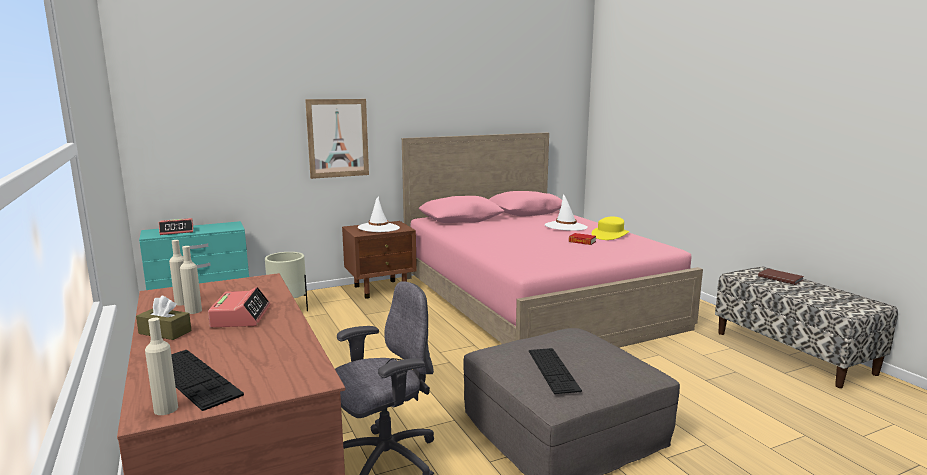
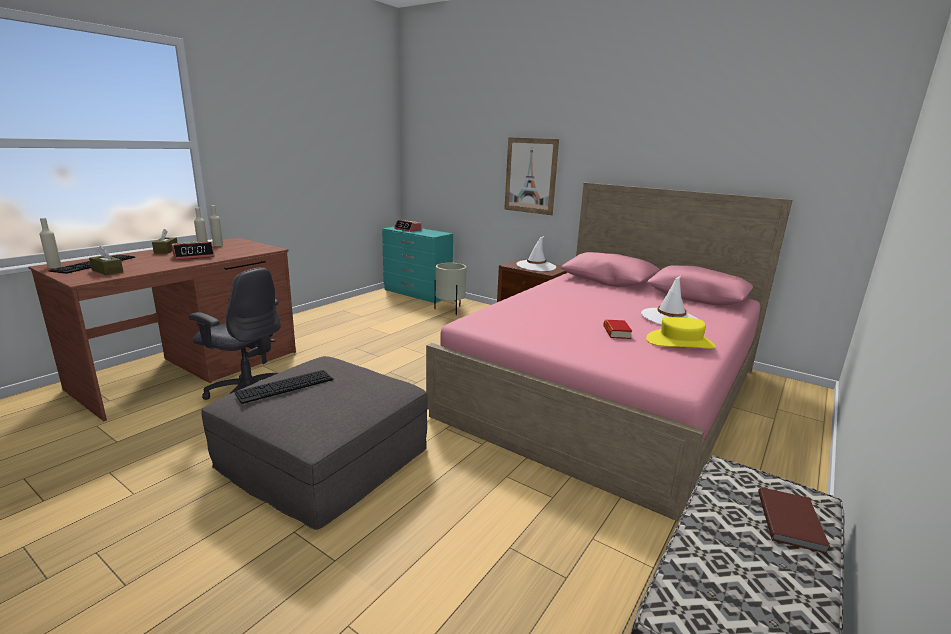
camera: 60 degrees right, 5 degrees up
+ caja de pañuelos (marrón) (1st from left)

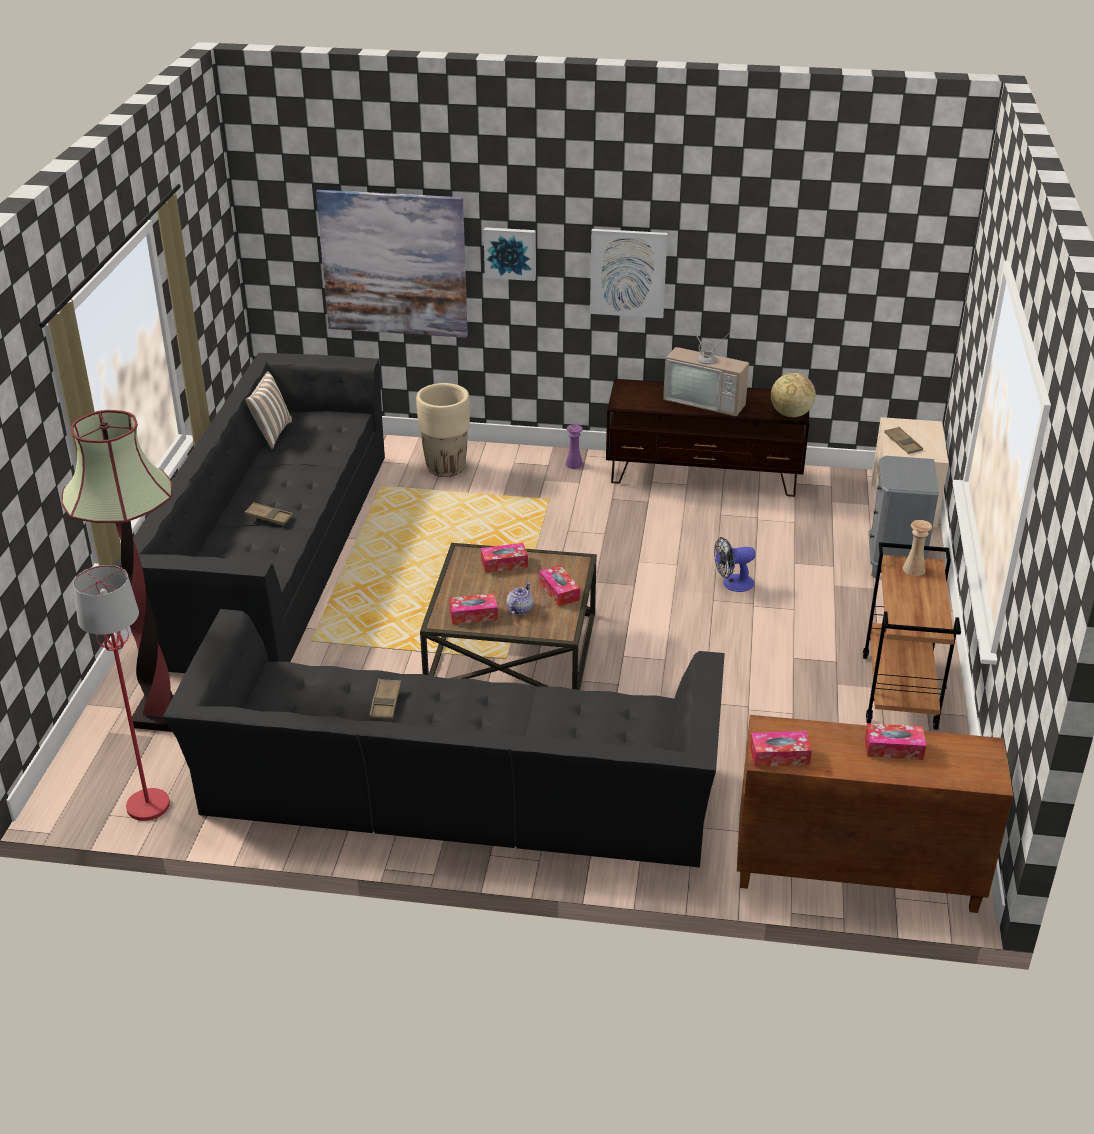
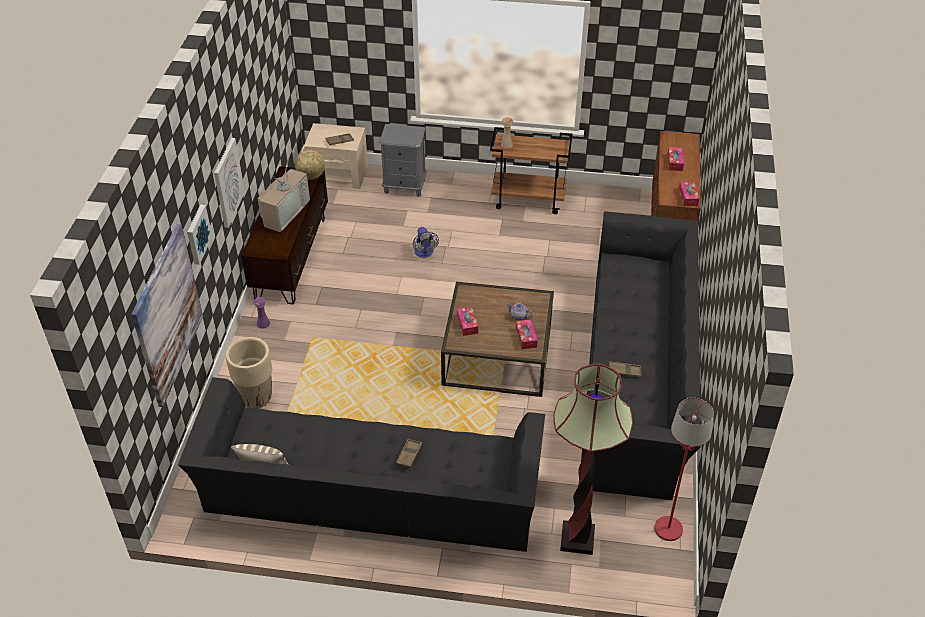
camera: 90 degrees left, 10 degrees up
- caja de pañuelos (3rd from left)

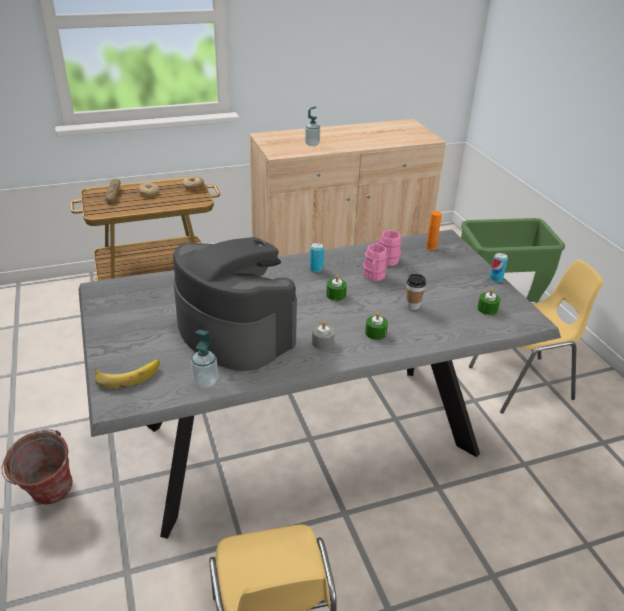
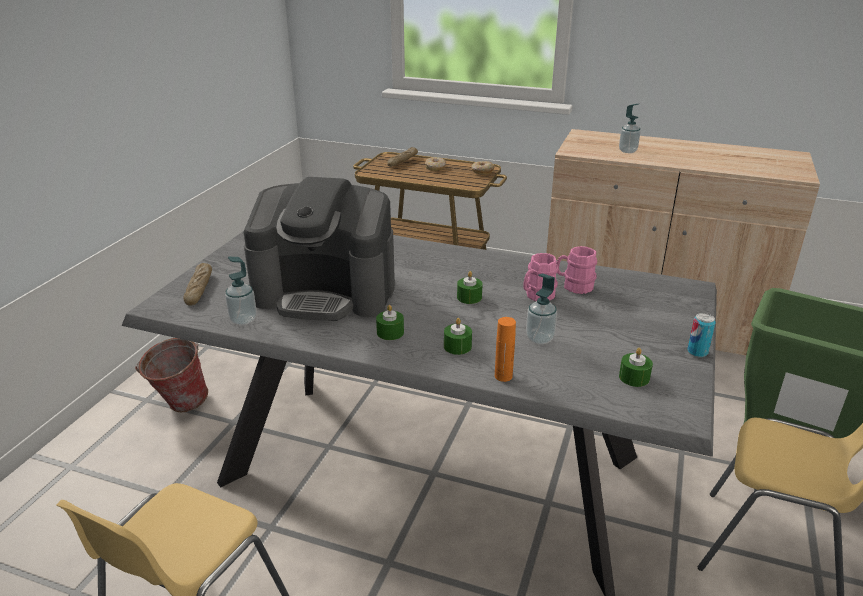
camera: 40 degrees right, 5 degrees down
~ botella (naranja)
~ cafetera 105 degrees clockwise
- lata (1st from left)
~ taza to dispensador de jabón (2nd from left)
~ vela (gris) to vela (verde) (1st from left)
~ plátano to pan (1st from left)

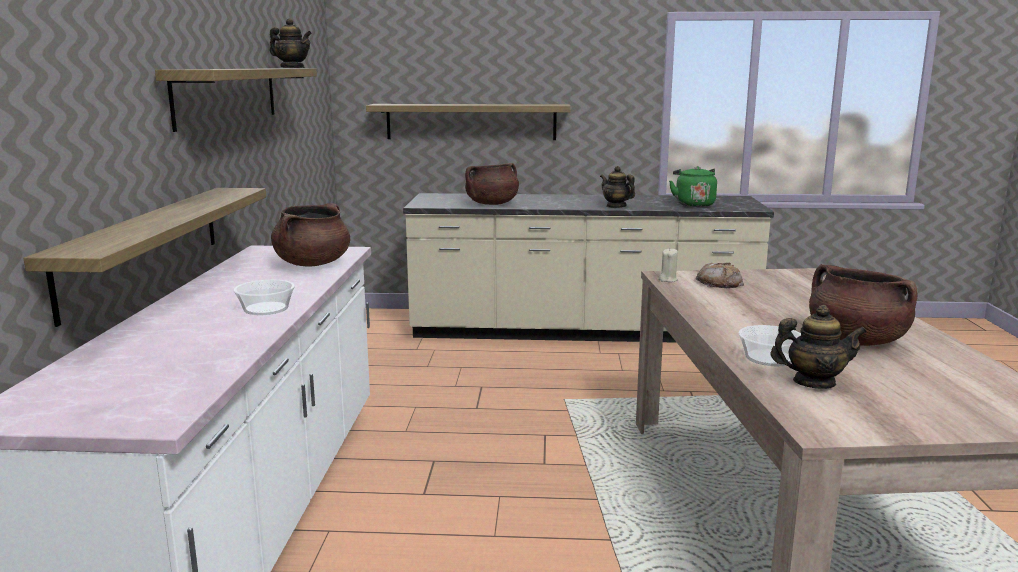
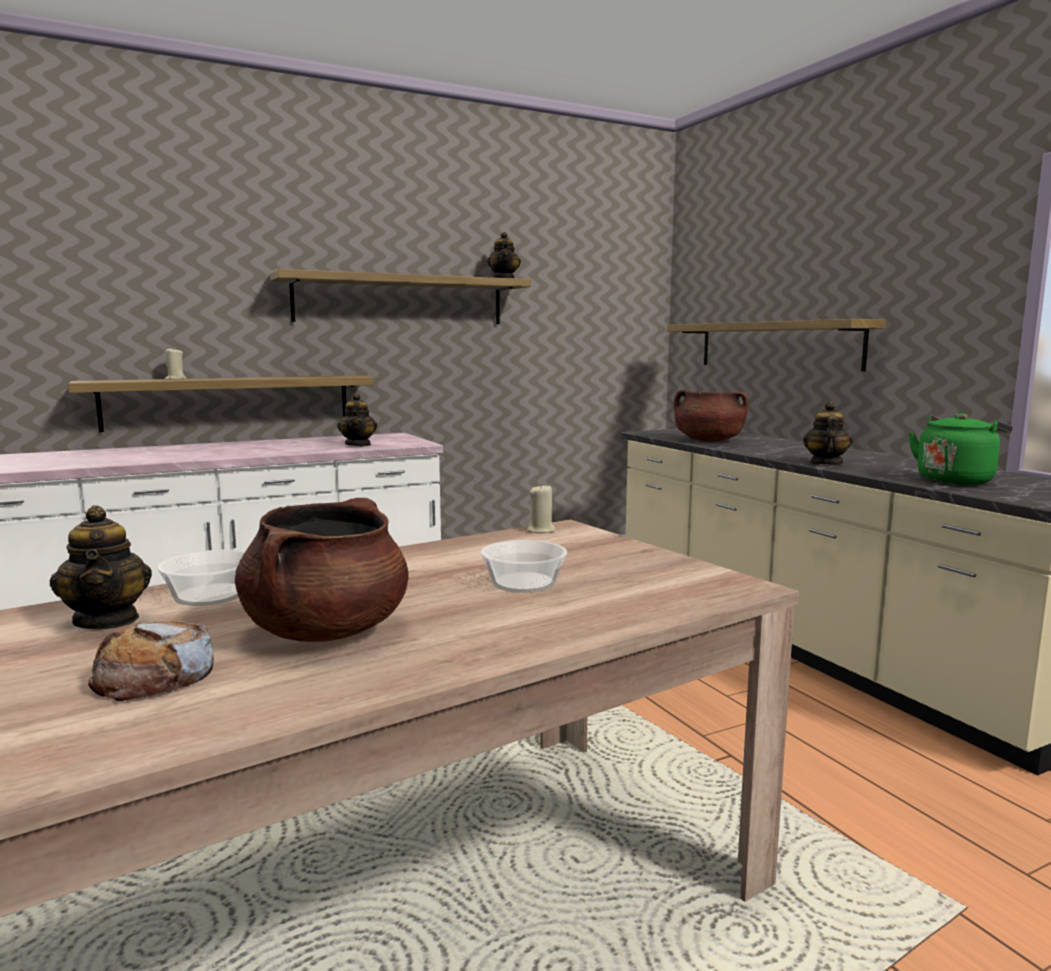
camera: 60 degrees right, 5 degrees down
~ olla (marrón) (1st from left) to tetera (2nd from left)
~ pan
~ cuenco (1st from left in the first image) to cuenco (2nd from left)
+ vela (beis) (1st from left)

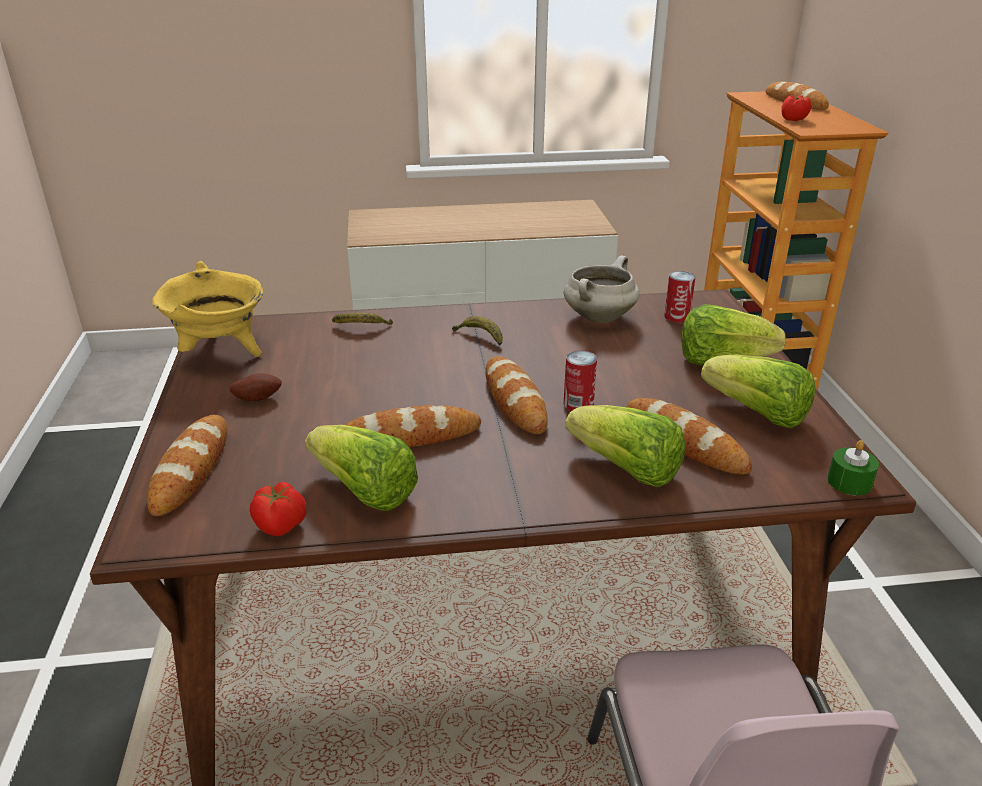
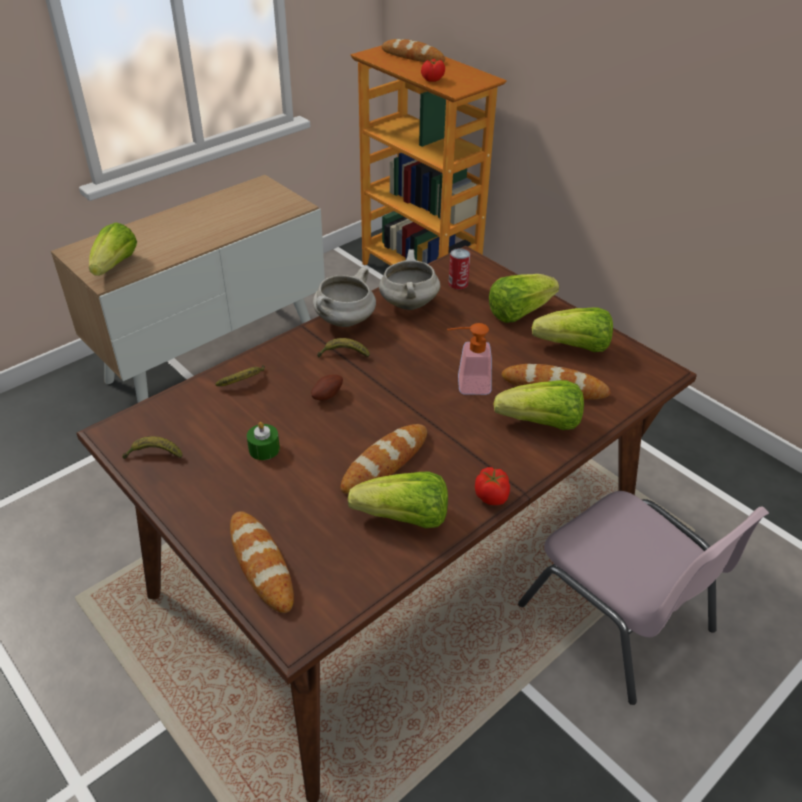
camera: 35 degrees left, 10 degrees up
~ olla (amarillo) to plátano (1st from left)
~ lata (1st from left) to dispensador de jabón
- pan (3rd from left)
~ patata
~ vela (verde)
~ tomate (1st from left in the first image) to tomate (2nd from left)
+ lechuga (1st from left)
+ olla (blanco) (1st from left)

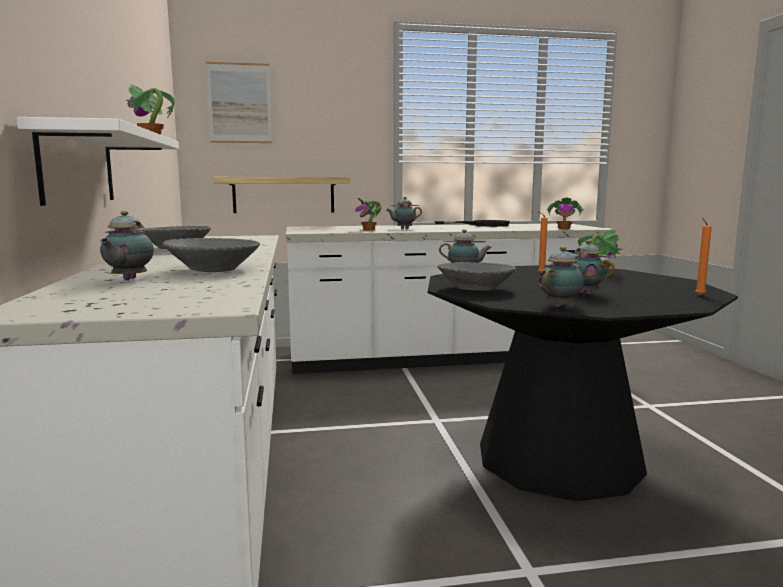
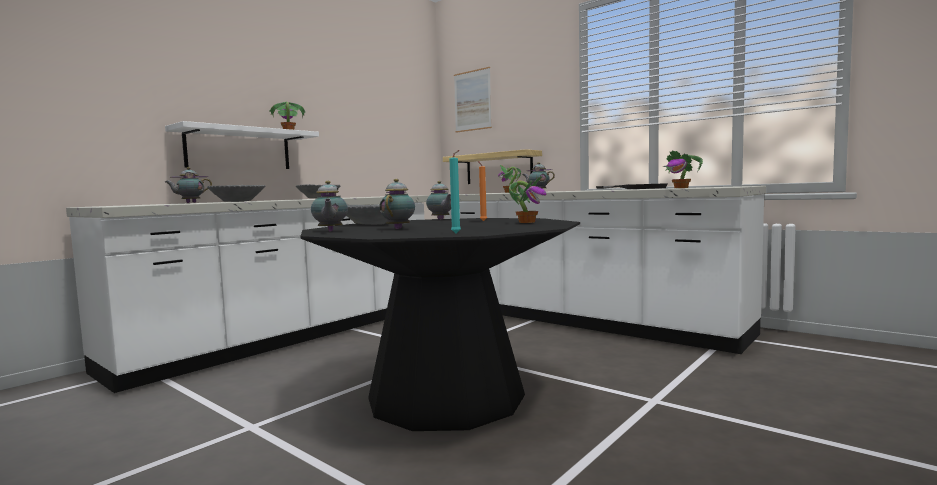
camera: 50 degrees right, 5 degrees down
~ vela (naranja) (2nd from left) to vela (turquesa)
~ tetera (4th from left in the first image) 75 degrees clockwise

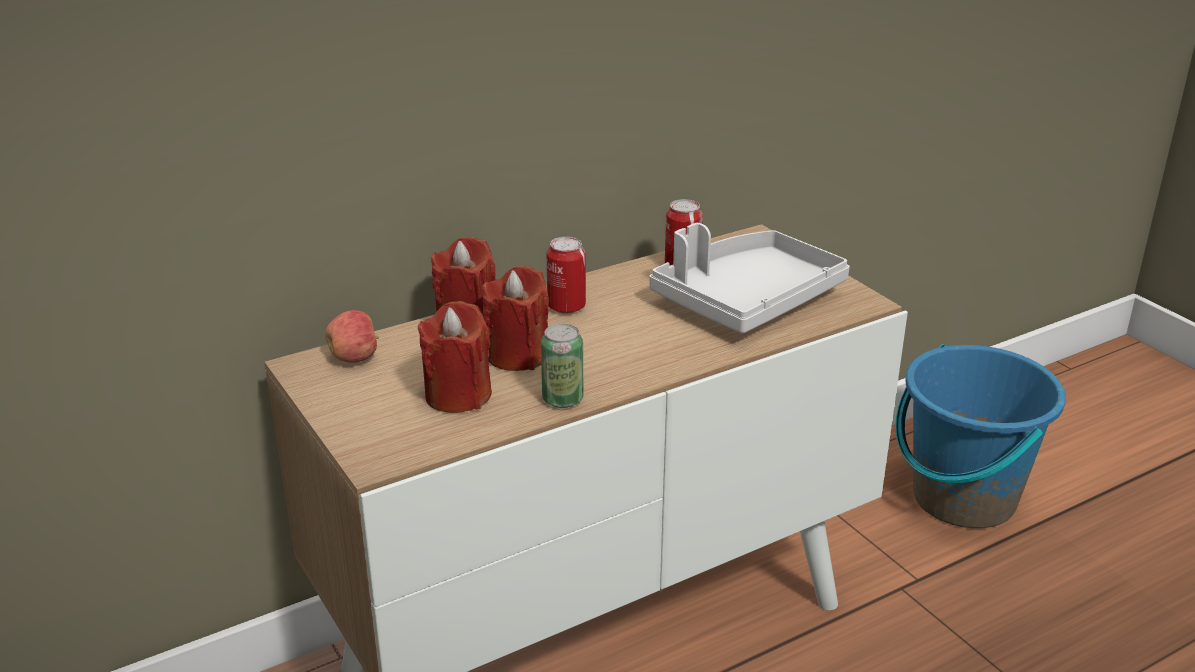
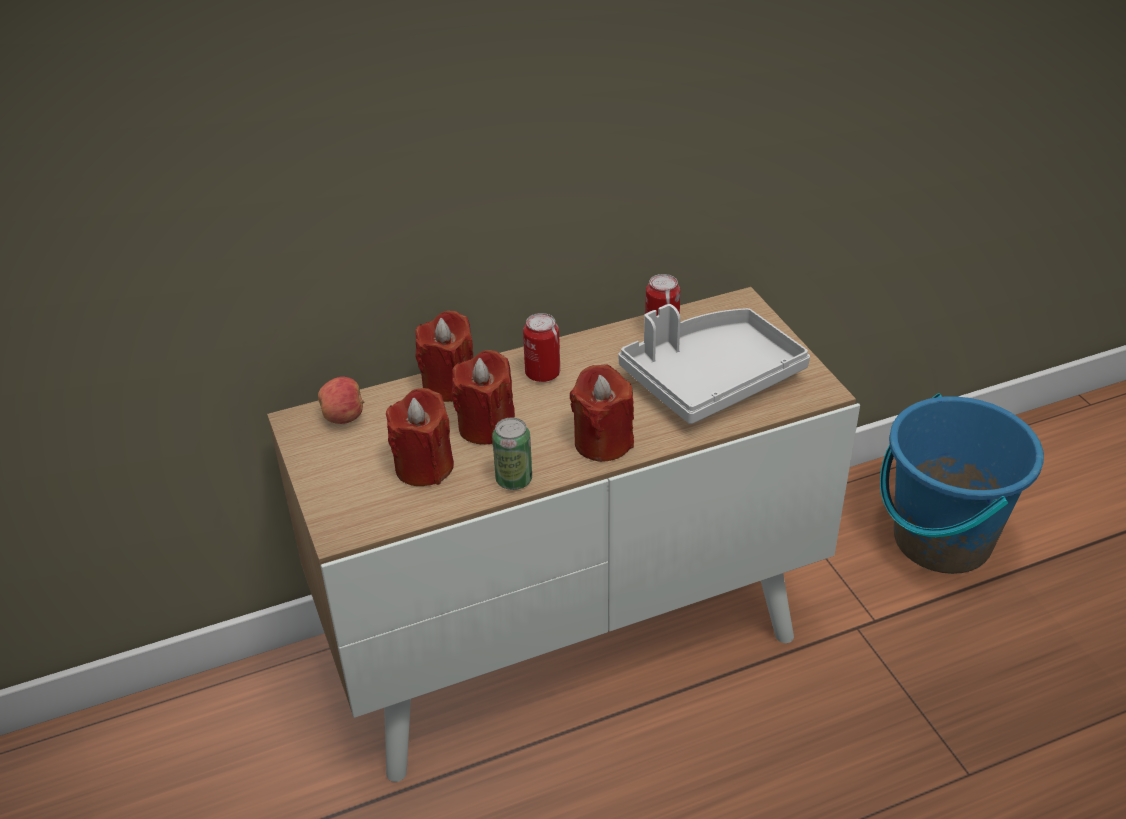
camera: 10 degrees right, 10 degrees up
+ vela (rojo) (4th from left)

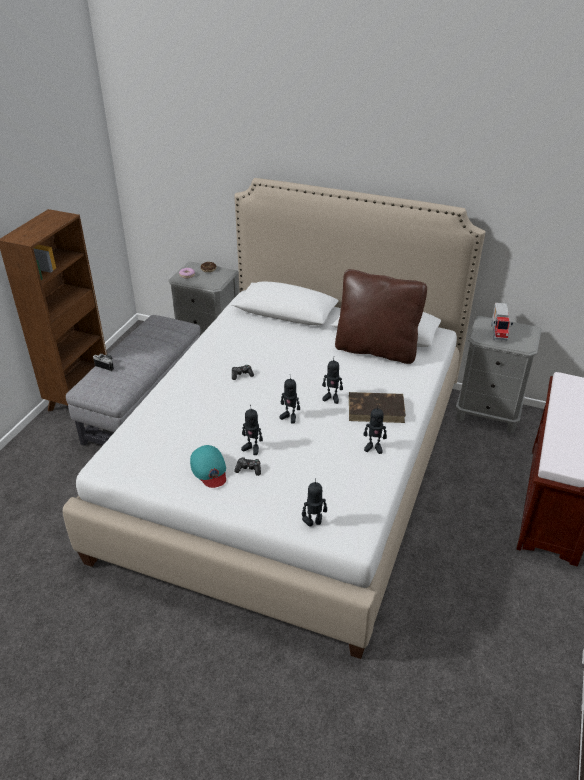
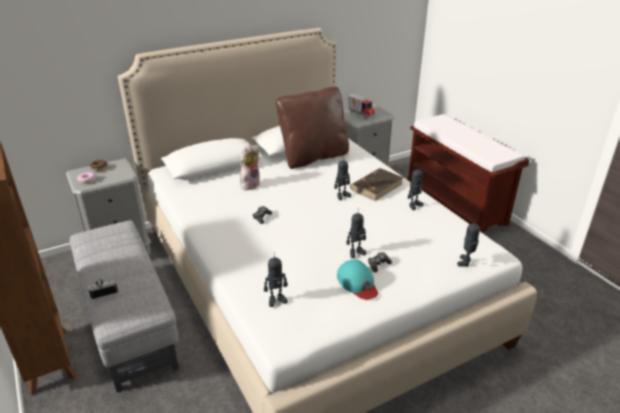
camera: 50 degrees left, 5 degrees down
~ robot de juguete (2nd from left in the first image) to robot de juguete (1st from left)
~ gorra (turquesa) 45 degrees clockwise
+ peluche

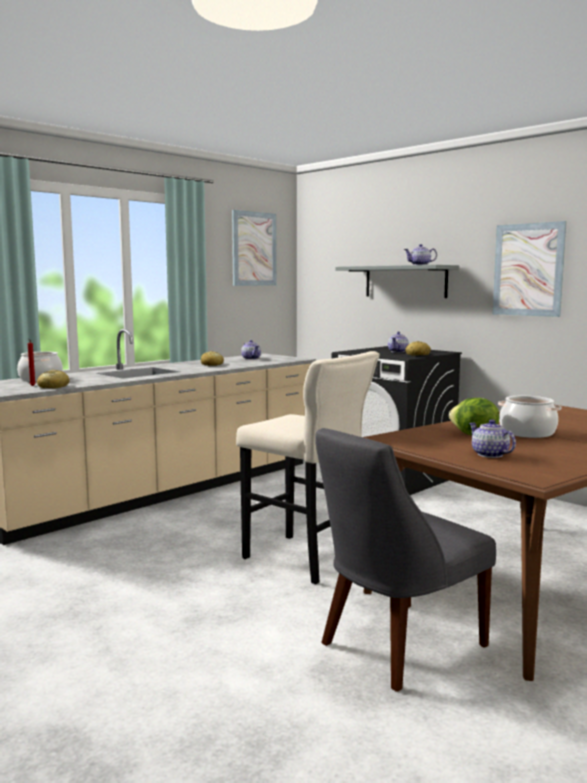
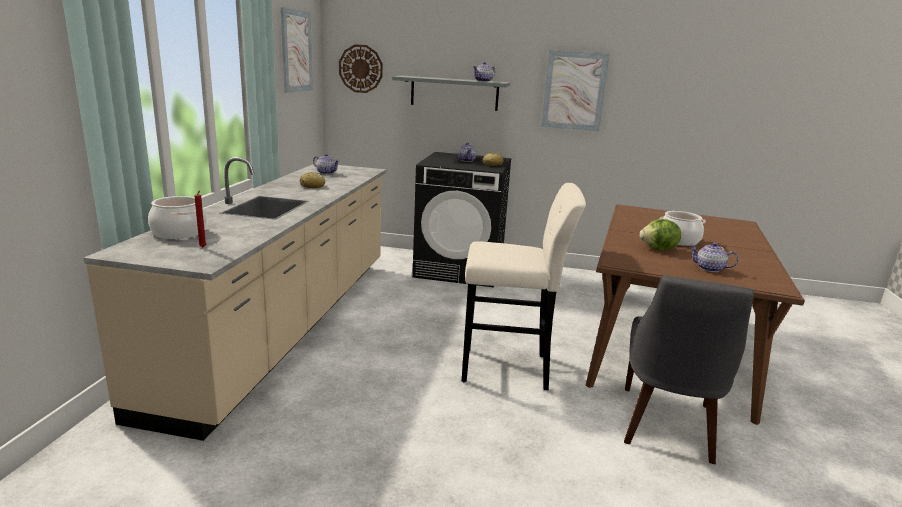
camera: 35 degrees left, 10 degrees up
- pan (1st from left)
+ reloj de pared

